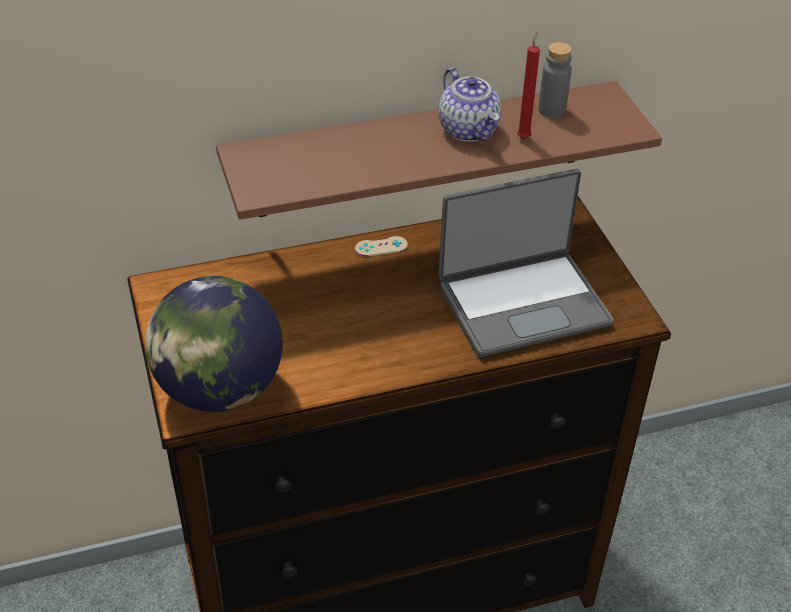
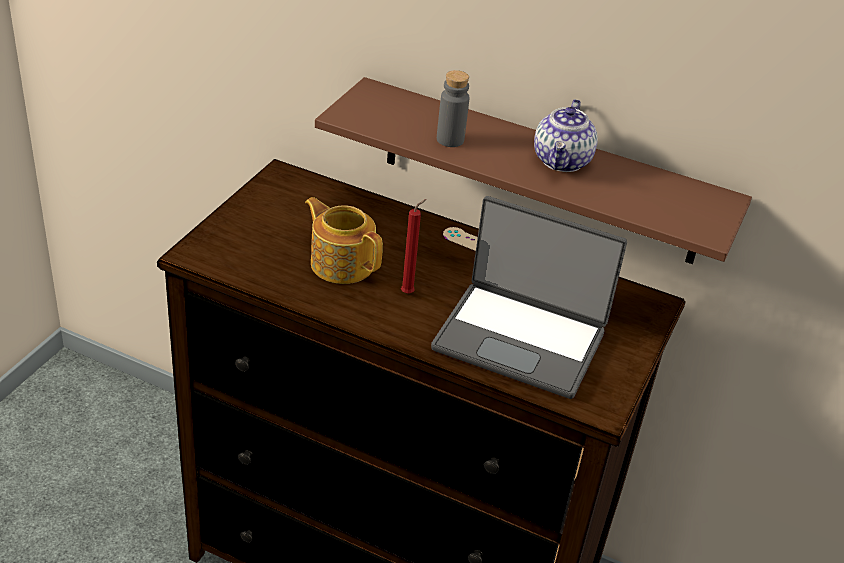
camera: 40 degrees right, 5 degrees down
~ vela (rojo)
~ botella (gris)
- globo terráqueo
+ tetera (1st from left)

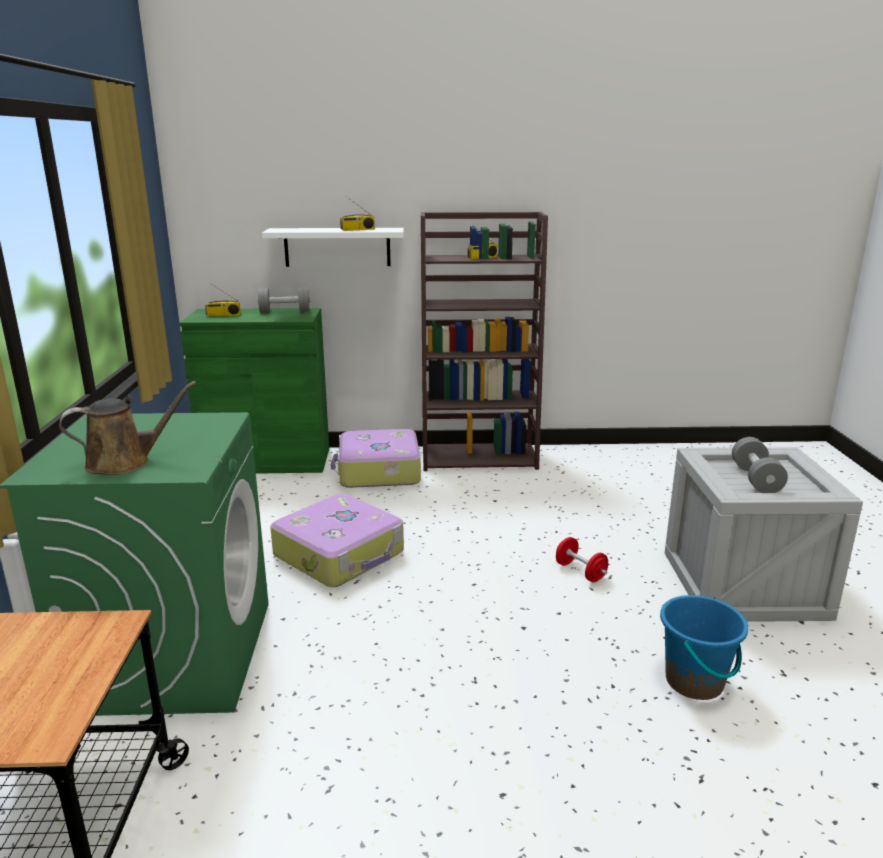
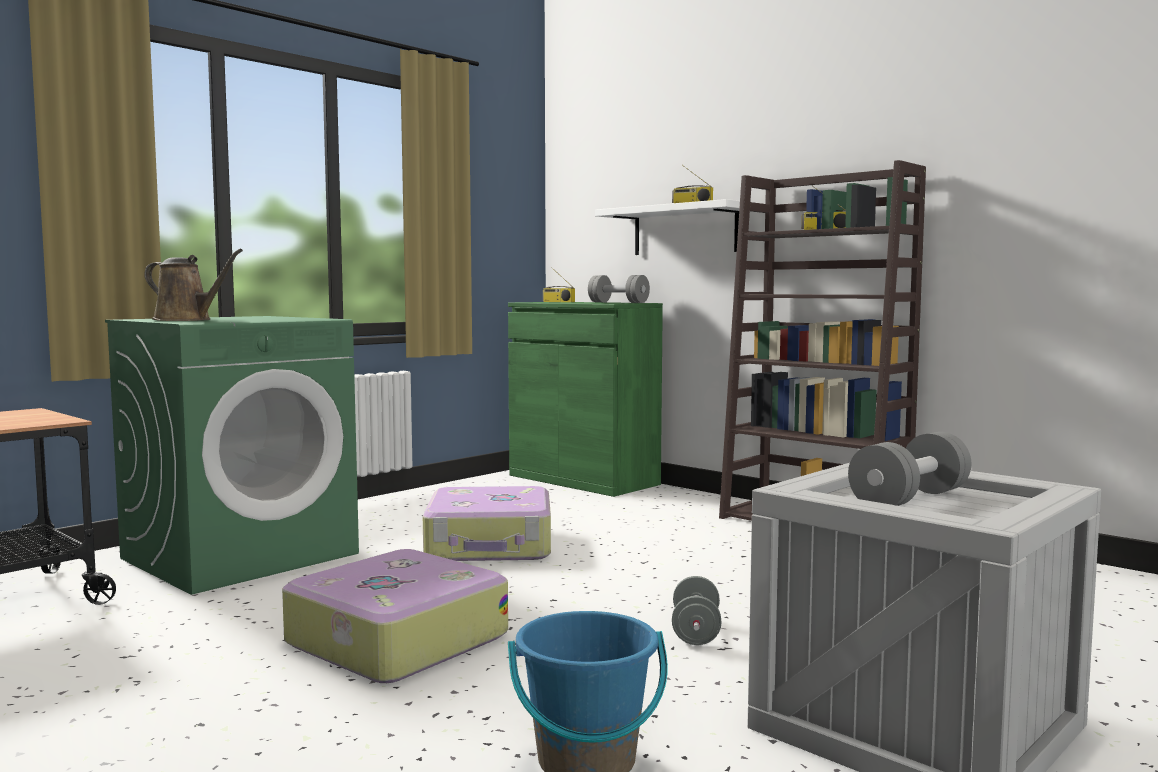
camera: 45 degrees right, 15 degrees down
~ maleta (2nd from left in the first image) to maleta (1st from left)
~ mancuerna (rojo) to mancuerna (gris) (2nd from left)

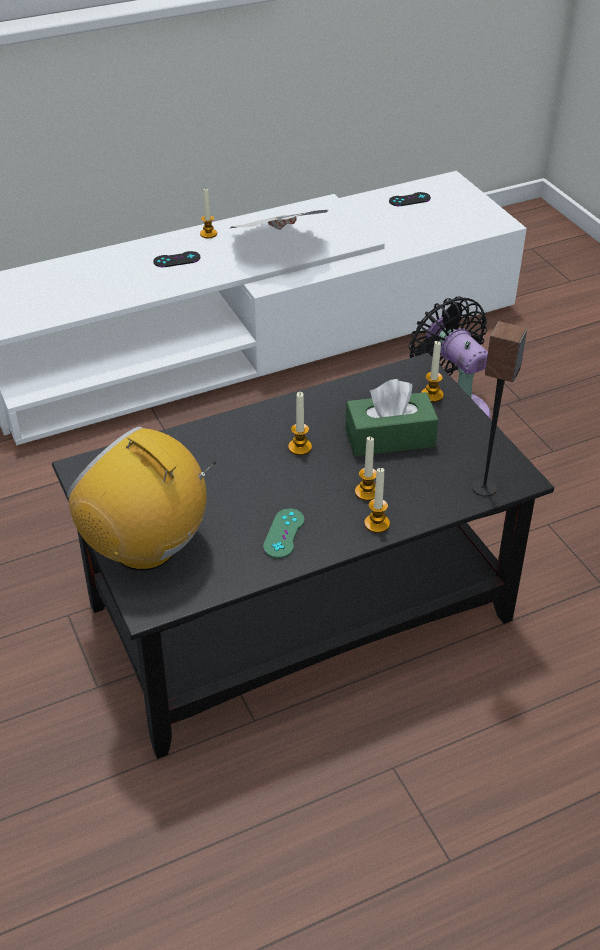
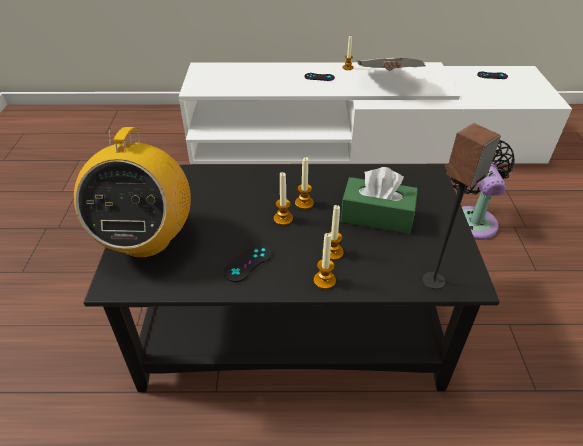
camera: 25 degrees right, 0 degrees up
~ vela (5th from left in the first image) to vela (1st from left)
~ radio 150 degrees counterclockwise
~ mando de consola (verde) to mando de consola (negro) (1st from left)

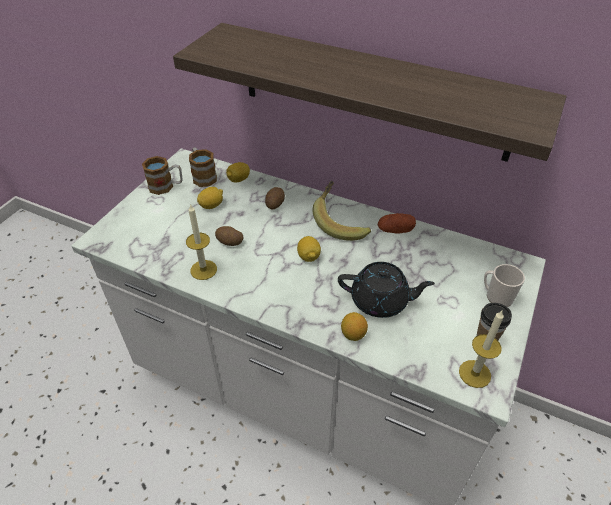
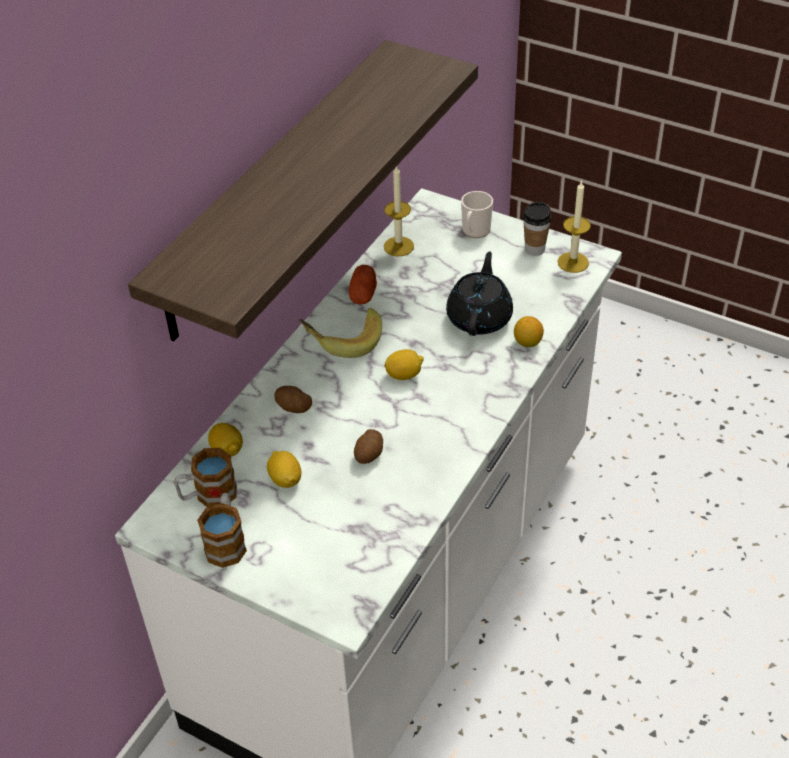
camera: 85 degrees left, 0 degrees up
~ vela (1st from left)

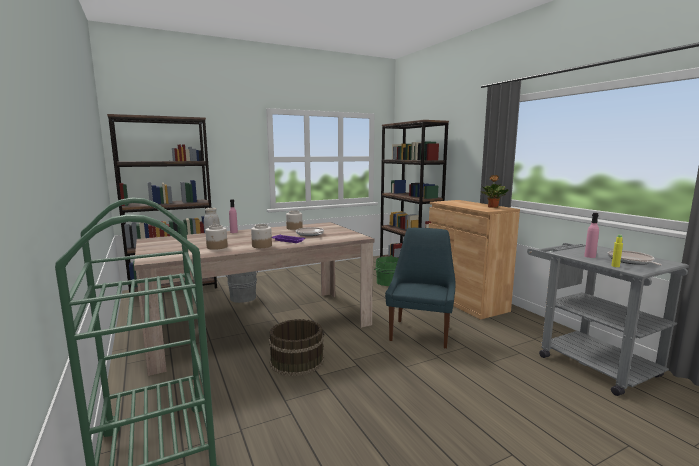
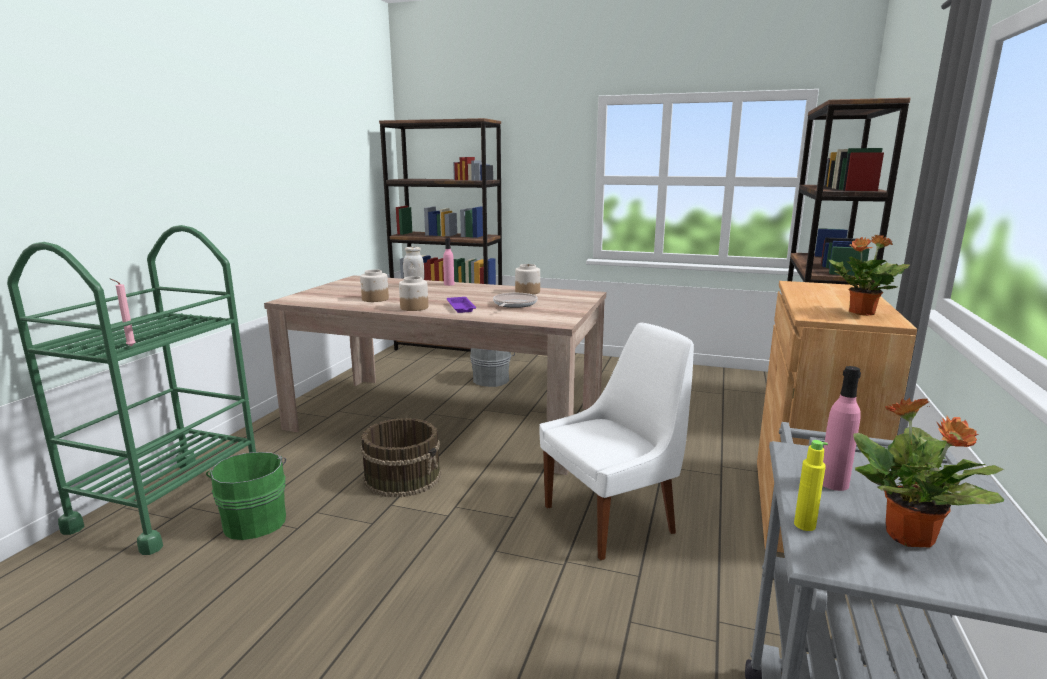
camera: 45 degrees right, 5 degrees up
~ silla (azul) to silla (blanco)
~ sartén (2nd from left) to planta en maceta (2nd from left)
~ cubo (verde)
+ vela (rosa)

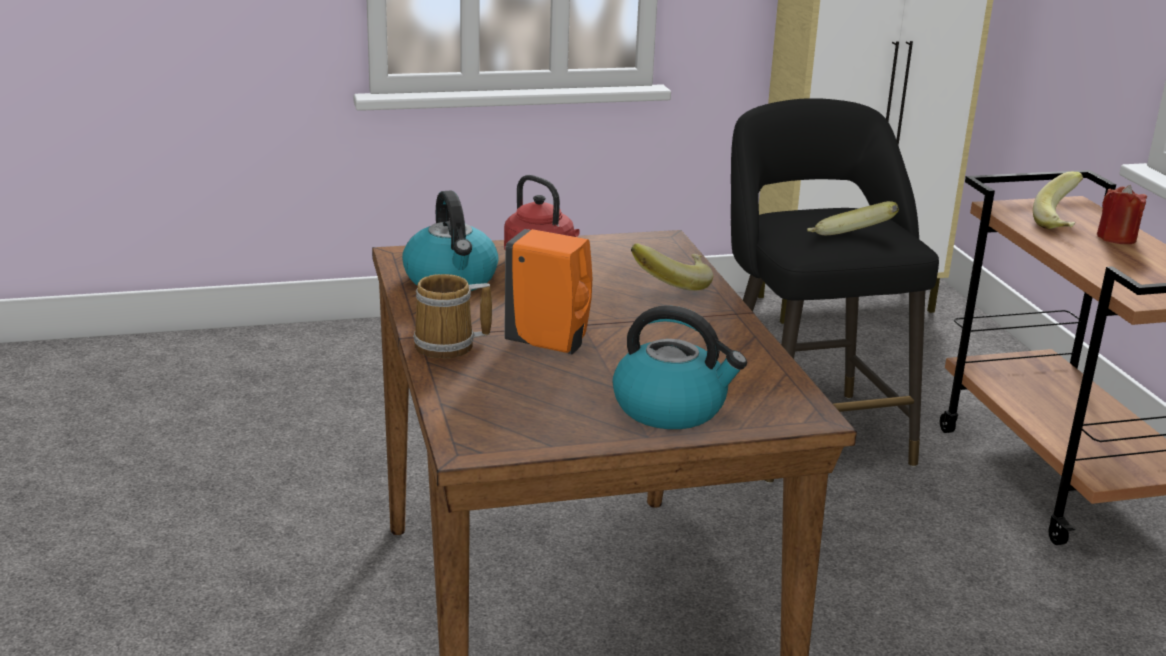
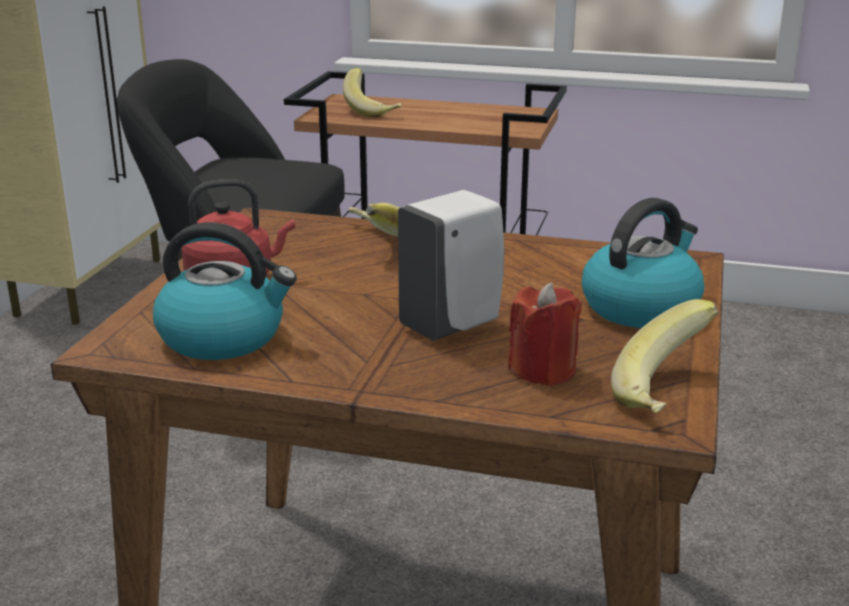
camera: 60 degrees left, 0 degrees up
~ vela (rojo)
~ plátano (2nd from left in the first image) to plátano (3rd from left)
~ dispensador de jabón (naranja) to dispensador de jabón (blanco)
- taza grande

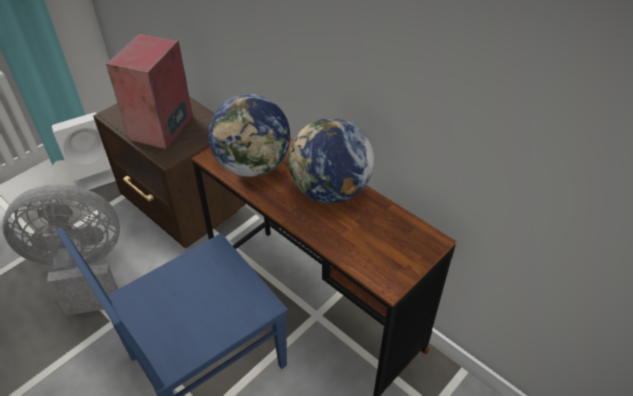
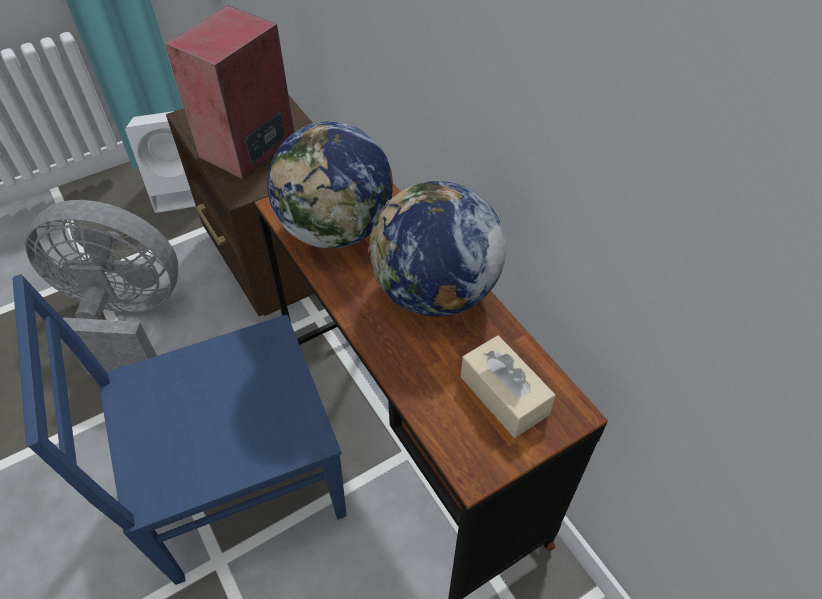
camera: 15 degrees right, 5 degrees up
+ caja de pañuelos (beis)

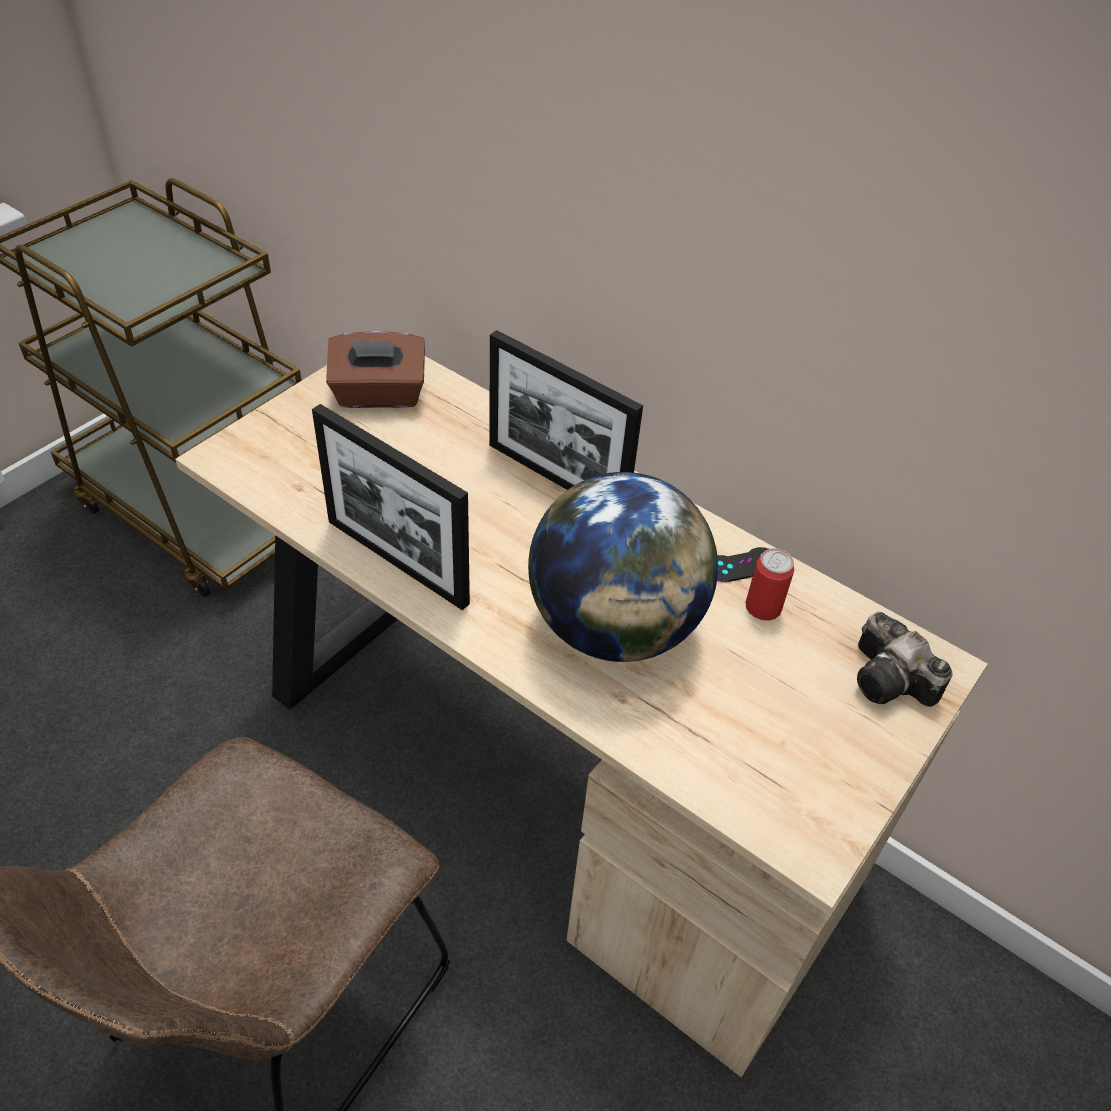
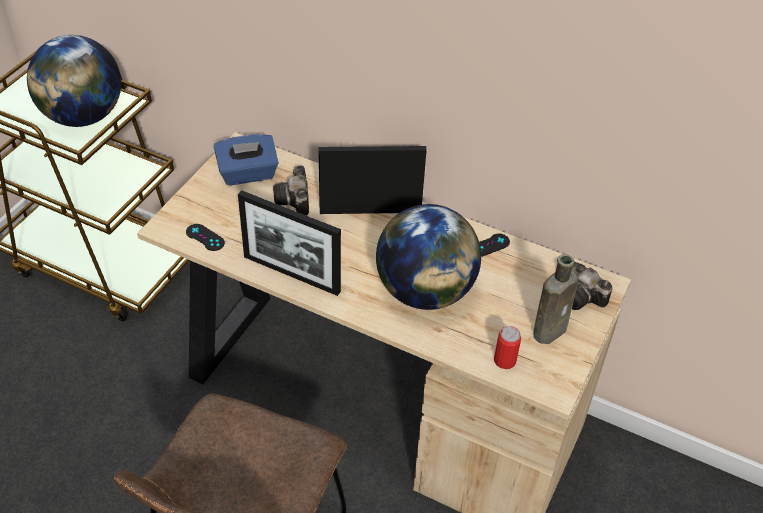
camera: 10 degrees left, 0 degrees up
~ portarretratos (2nd from left) 150 degrees clockwise
~ caja de pañuelos (marrón) to caja de pañuelos (azul)
~ lata
+ globo terráqueo (1st from left)
+ cámara (1st from left)
+ mando de consola (negro) (1st from left)
+ botella (marrón)

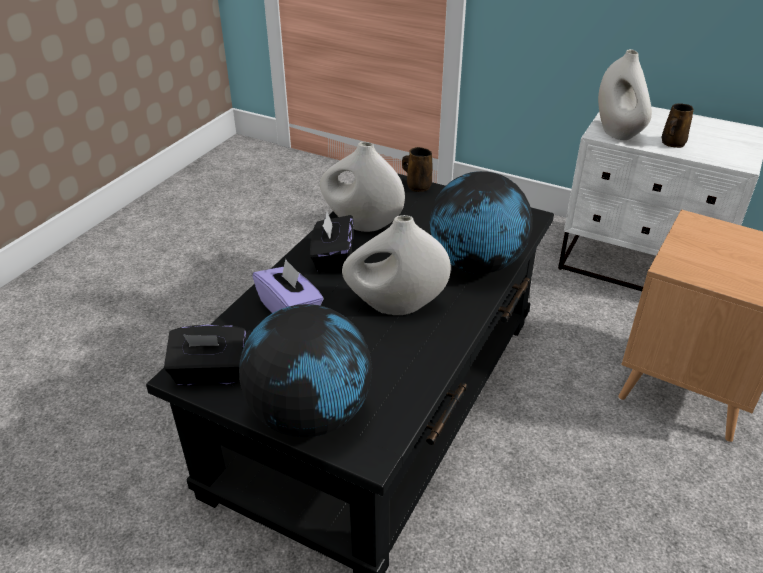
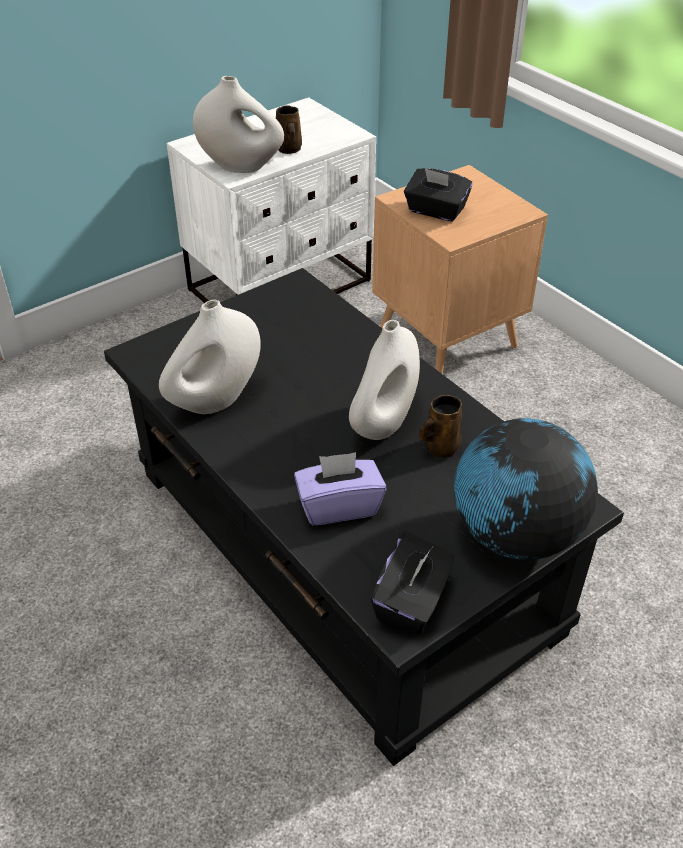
camera: 65 degrees left, 5 degrees up
~ taza grande (marrón) (1st from left in the first image) to taza grande (marrón) (2nd from left)
- globo terráqueo (2nd from left)
~ caja de pañuelos (negro) (2nd from left)

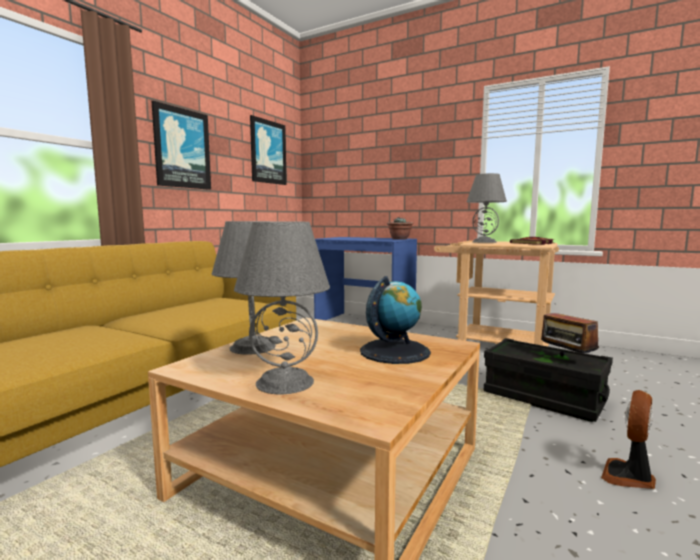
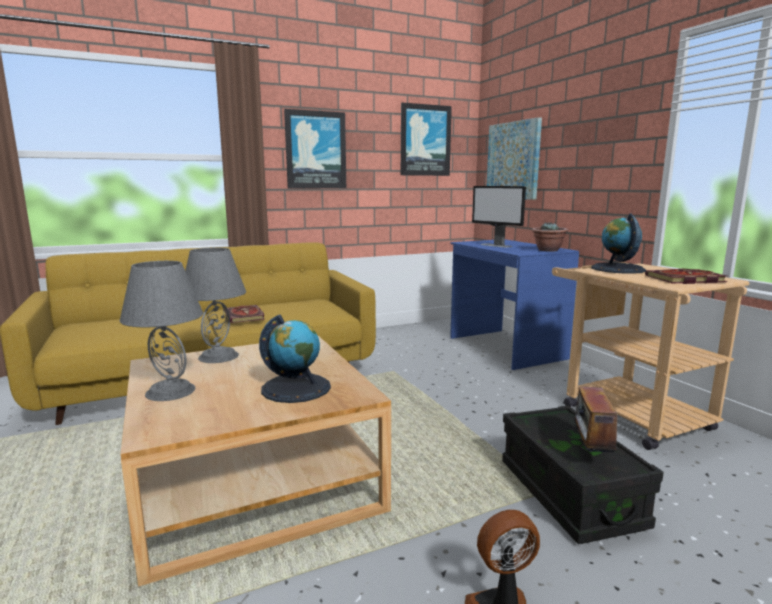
camera: 35 degrees right, 5 degrees up
~ lámpara de mesa (gris) (3rd from left) to globo terráqueo (2nd from left)
+ cuadro (3rd from left)
+ monitor
+ libro (1st from left)

